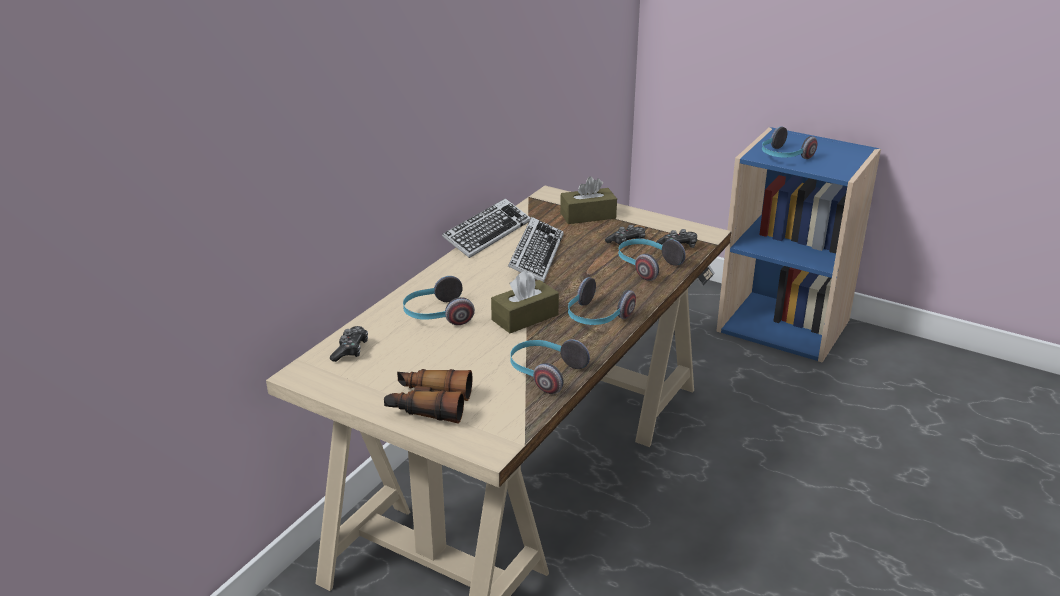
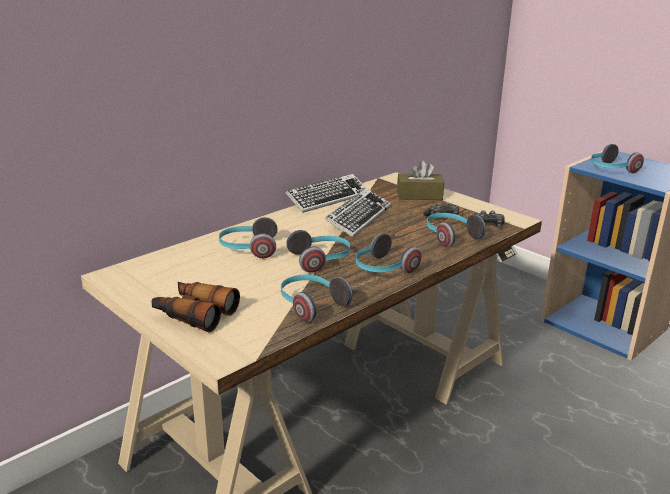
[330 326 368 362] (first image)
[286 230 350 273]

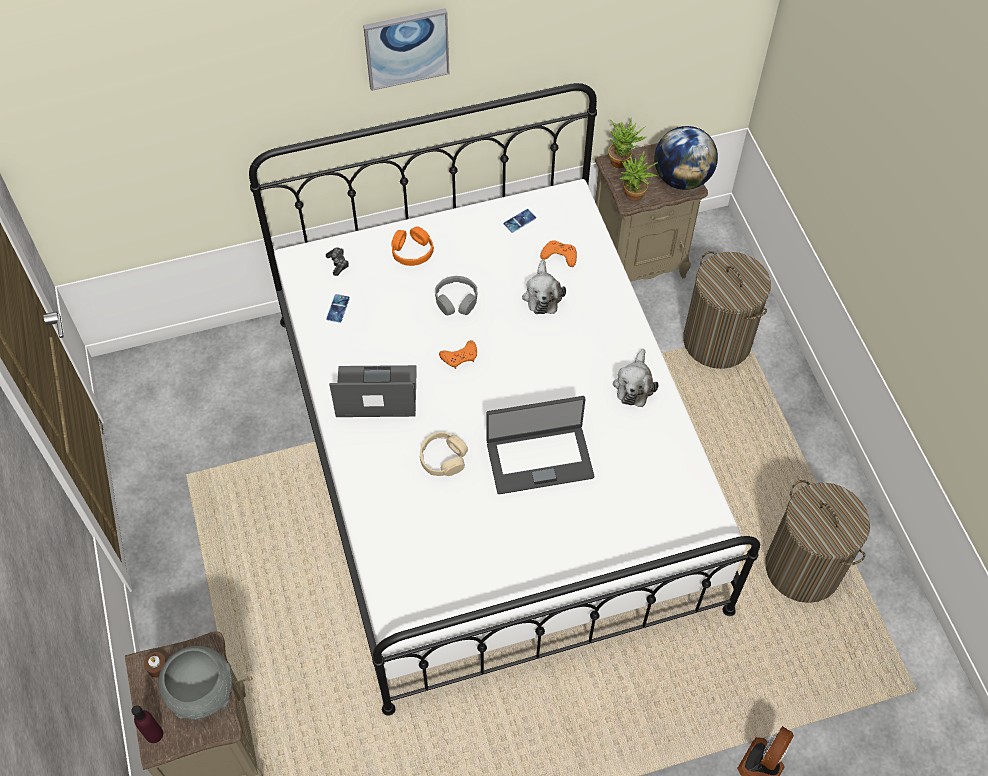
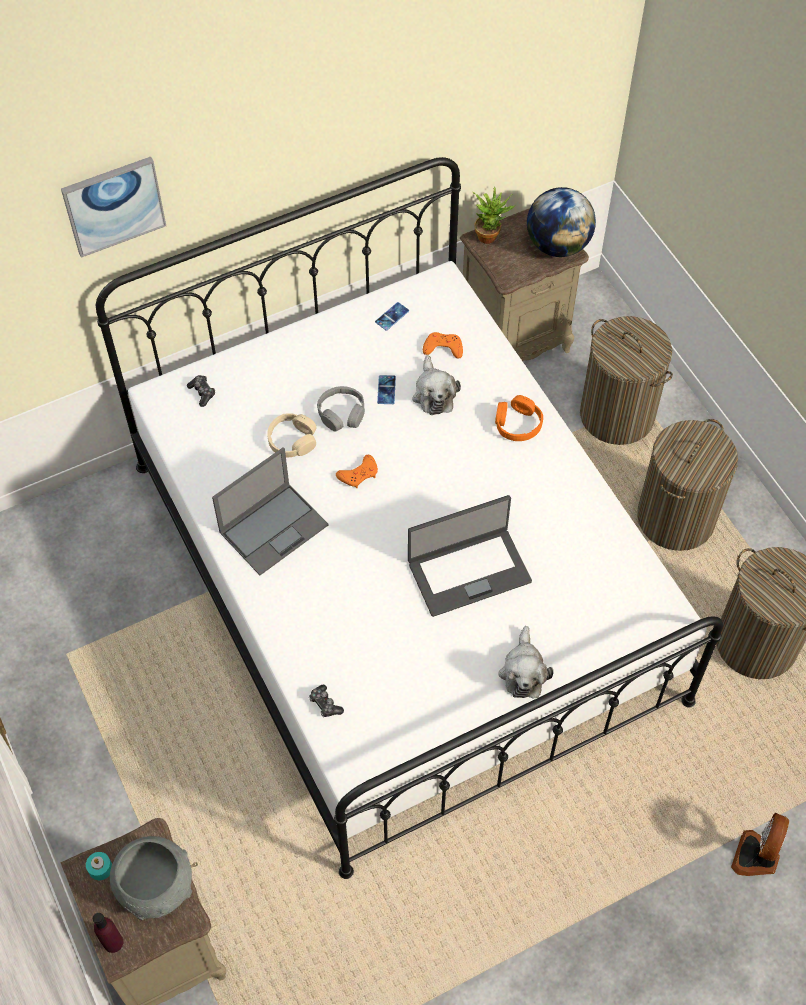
[620 151 658 202] (first image)
[309 685 344 717]
[637 419 738 551]
[377 375 396 404]
[61 157 166 258]
[495 395 543 441]
[267 413 316 457]
[498 626 553 699]
[86 852 112 880]
[212 447 329 575]

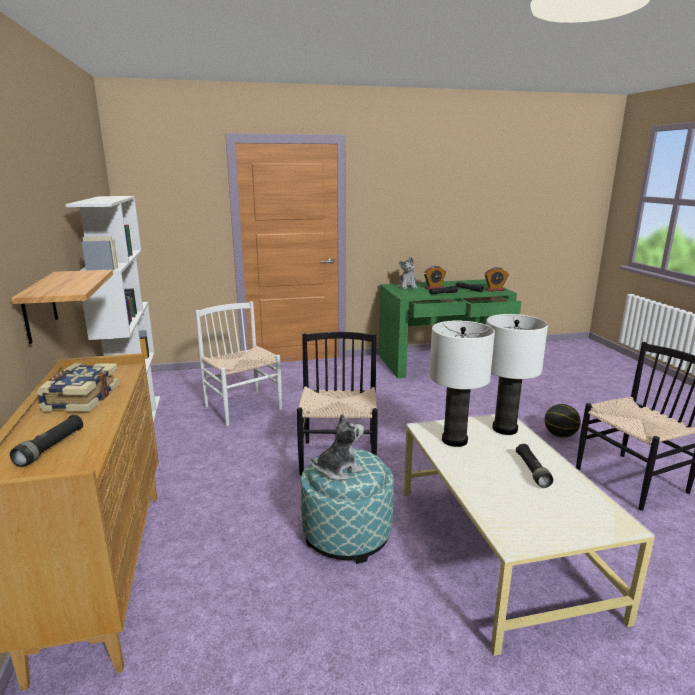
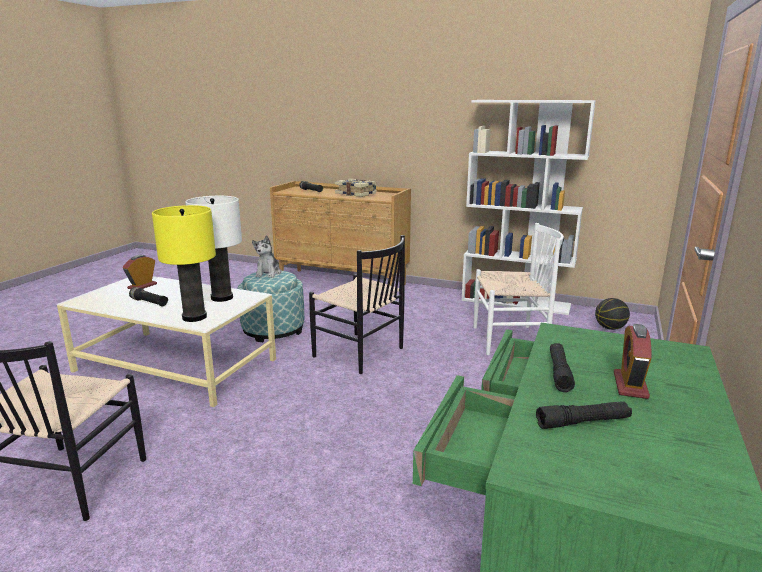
[11 270 113 344] (first image)
[398 257 417 289] (first image)
[123 255 157 289]
[595 298 630 330]
[152 205 216 322]

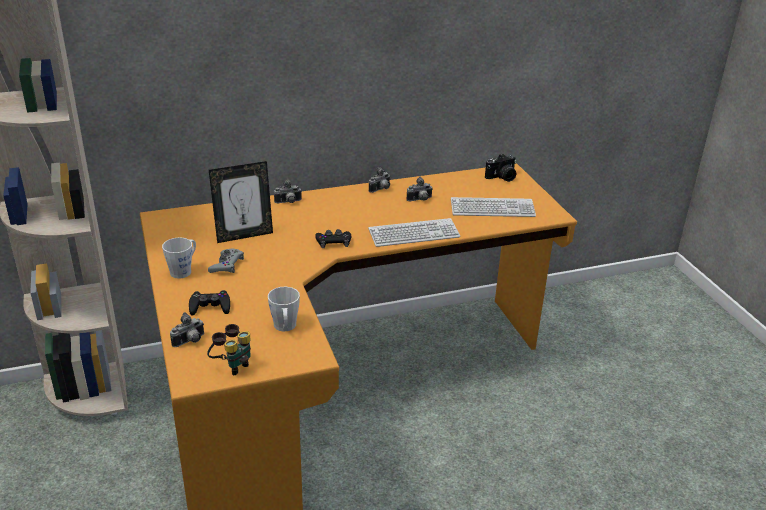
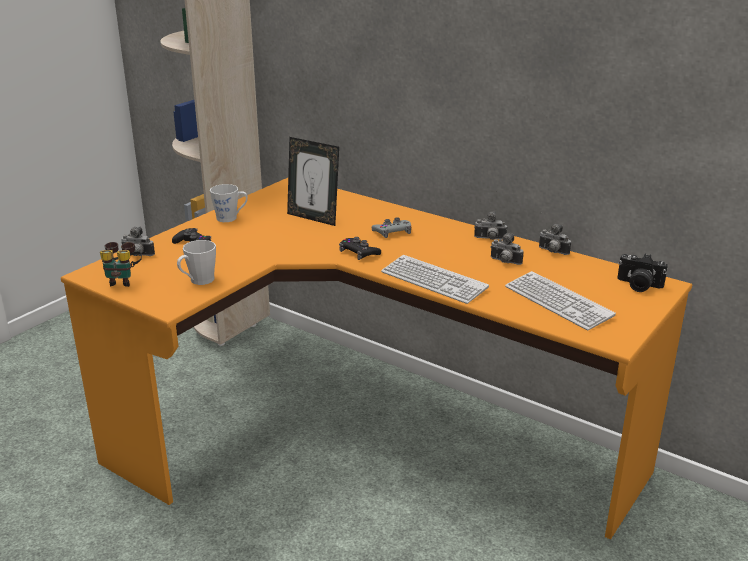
[372 217 411 238]
[539 224 571 255]

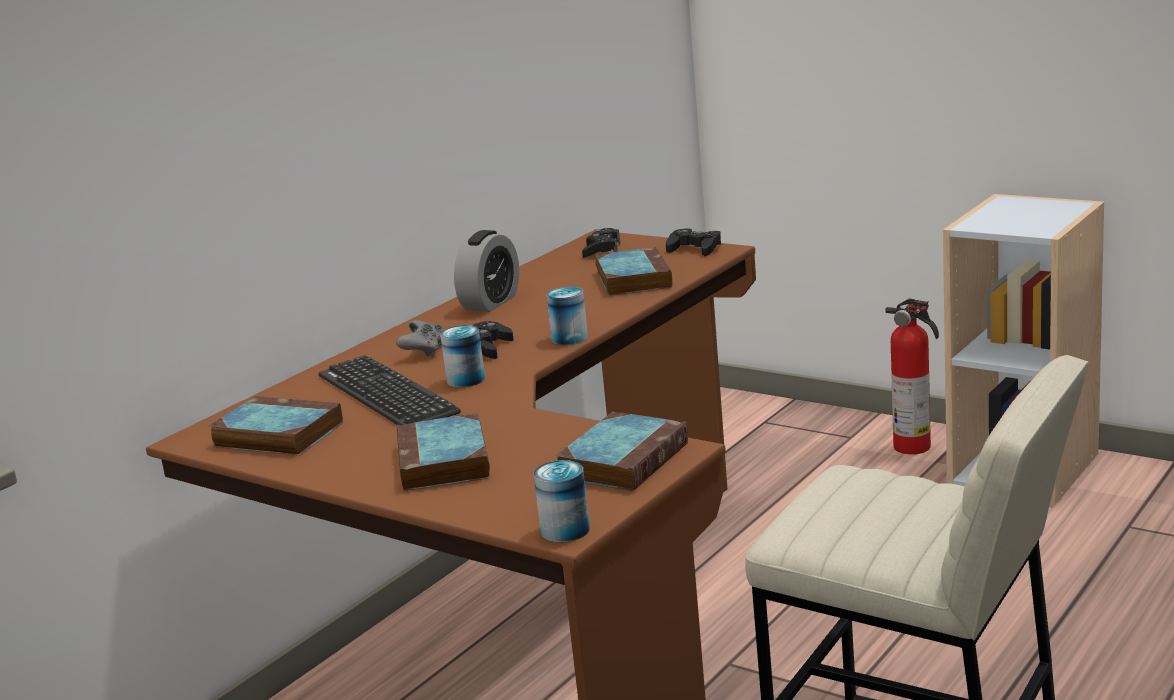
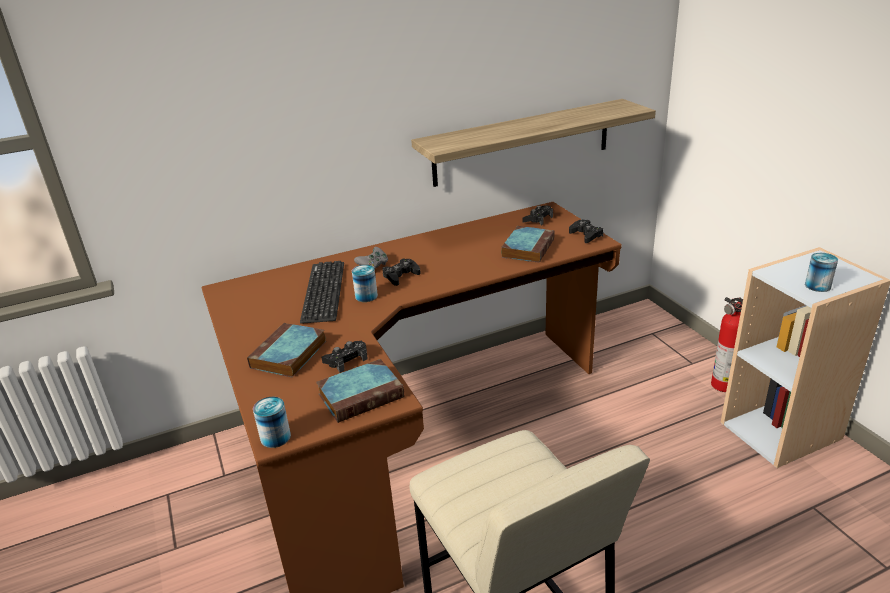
[209 396 343 455] (first image)
[454 230 519 312] (first image)
[321 341 368 373]
[411 99 656 187]
[805 253 838 292]

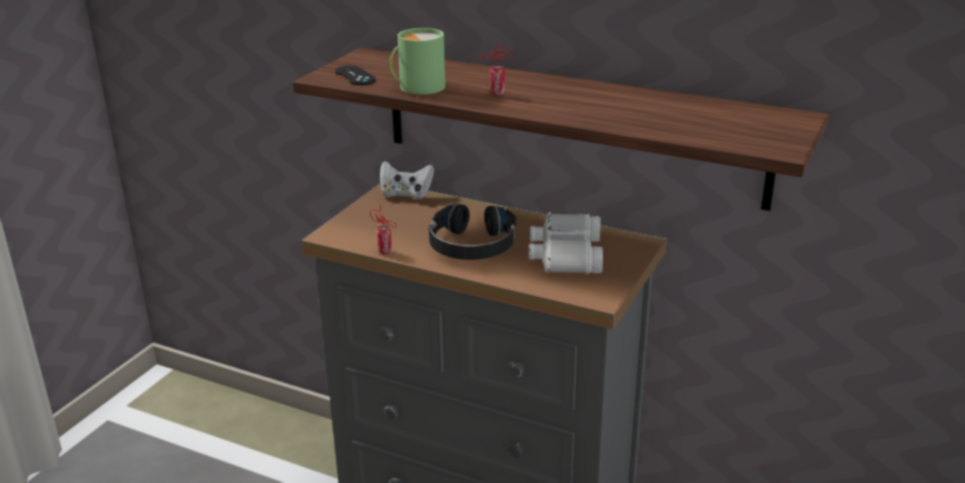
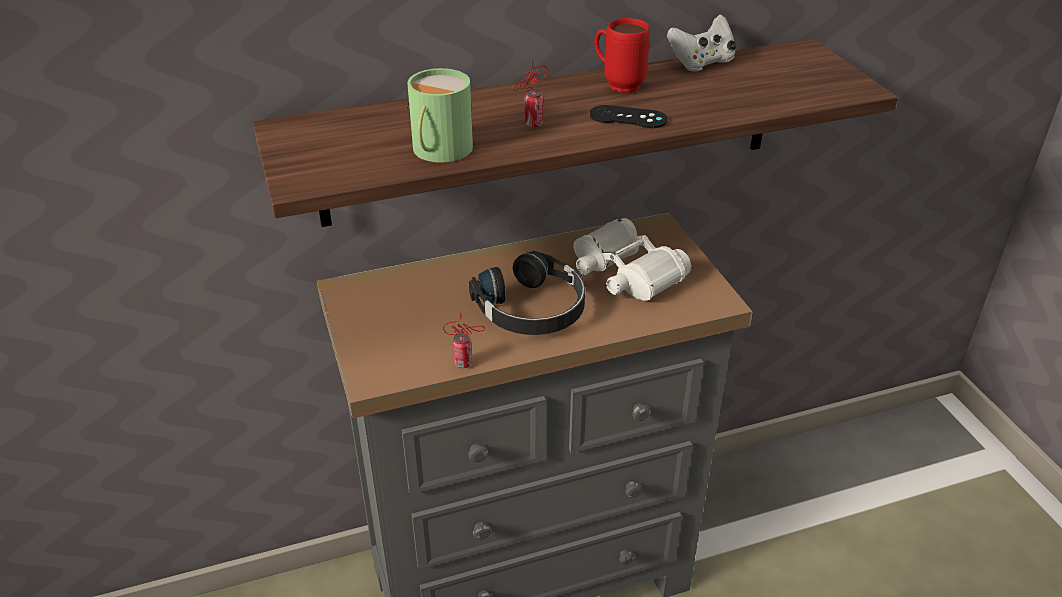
[594 18 650 93]
[589 105 668 128]
[667 14 736 72]

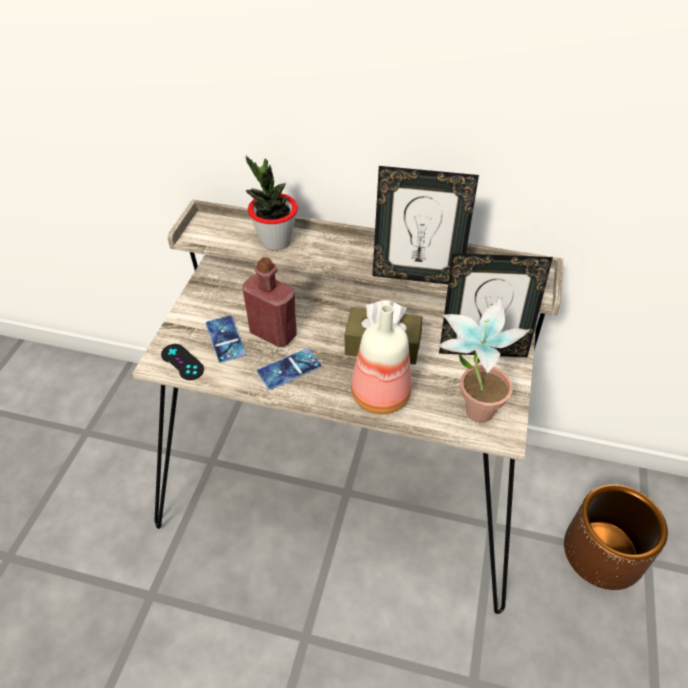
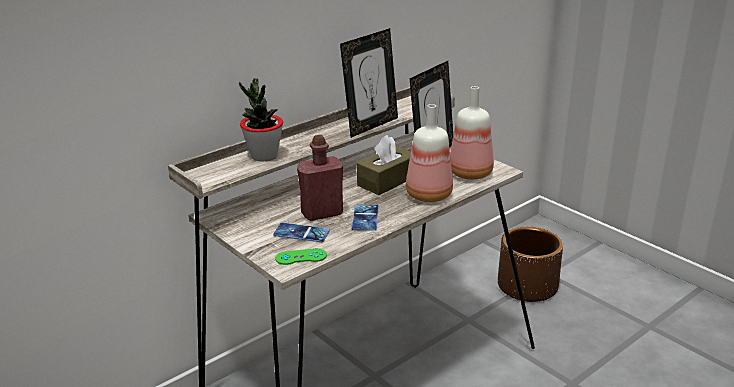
[450 86 494 180]
[275 248 327 265]

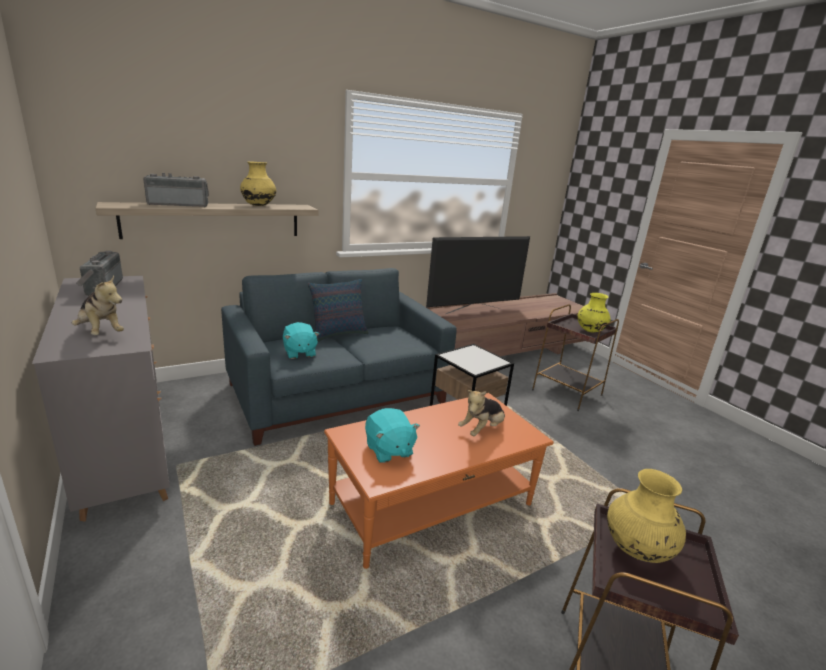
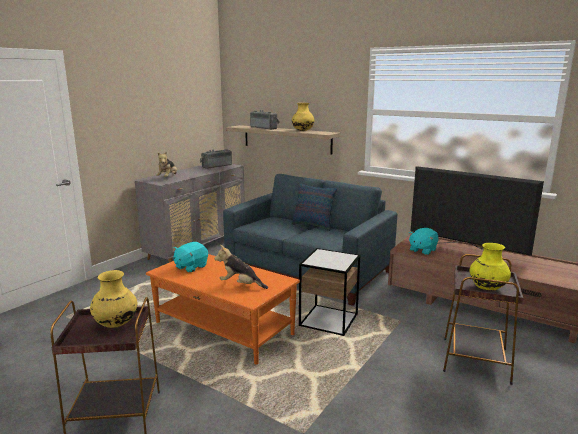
[409 228 438 255]

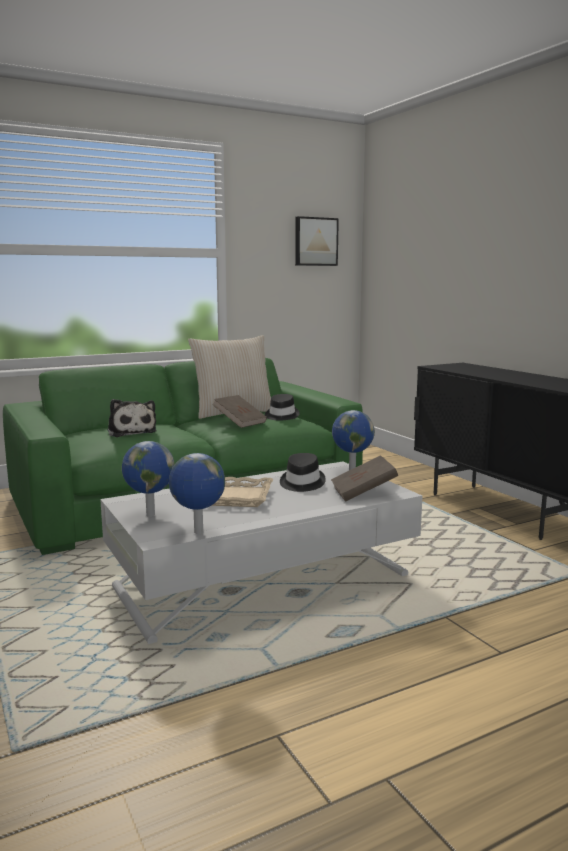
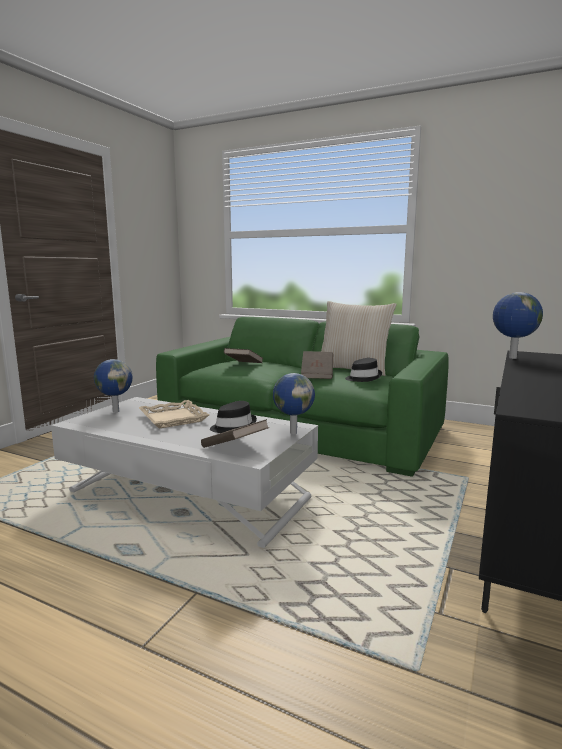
[295 216 339 266] (first image)
[493 292 543 359]
[224 348 263 363]

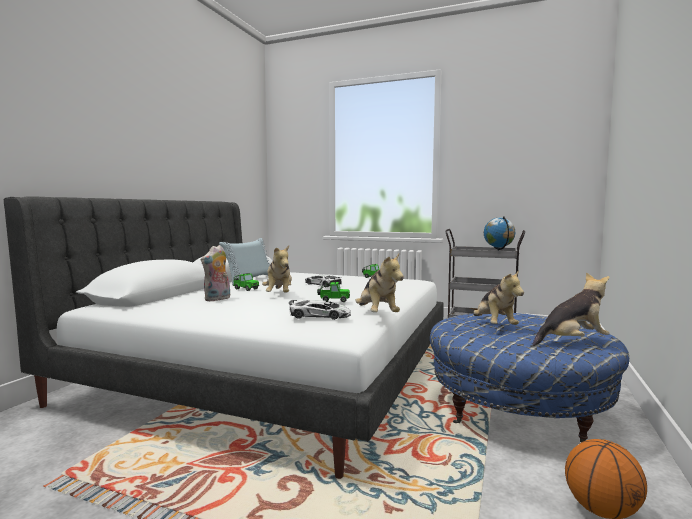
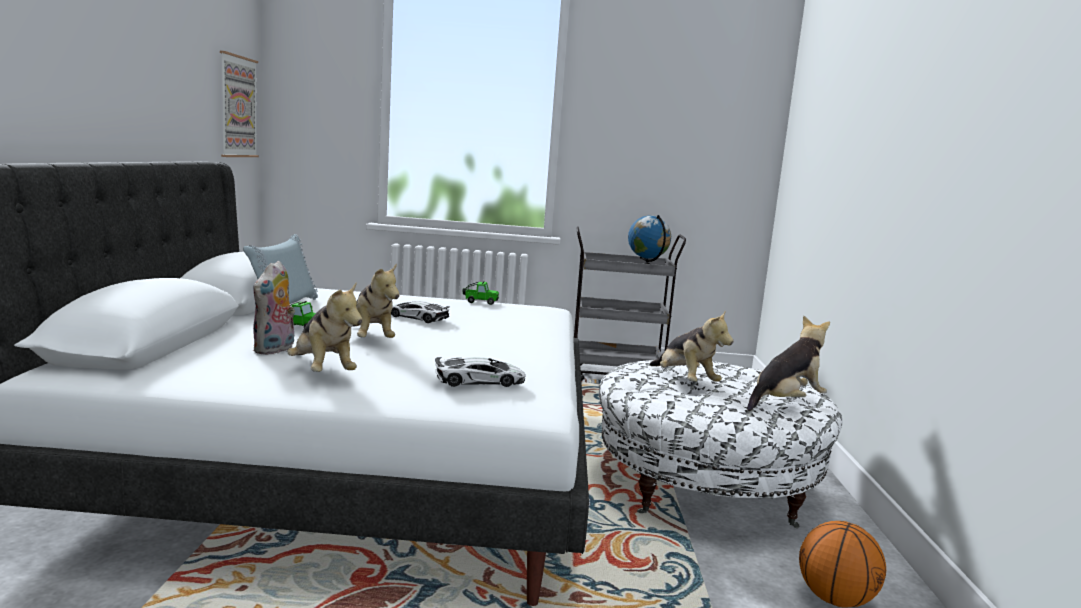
[317 282 350 302] (first image)
[220 51 259 157]
[287 283 362 372]
[599 360 843 528]

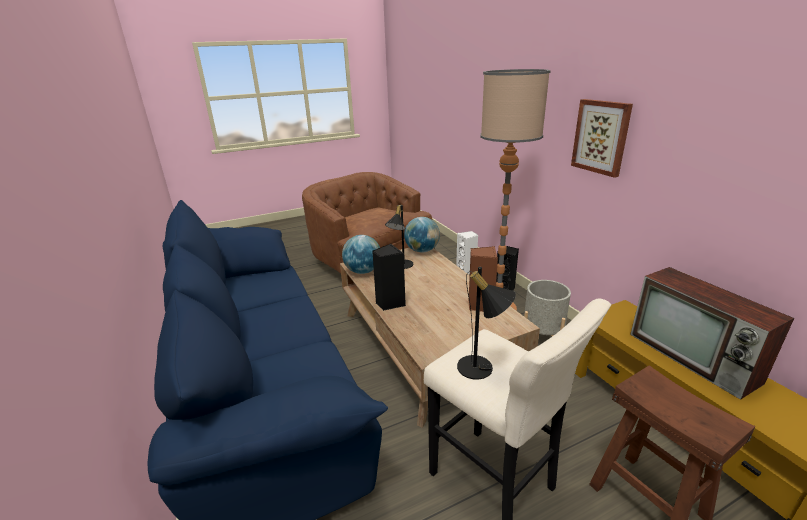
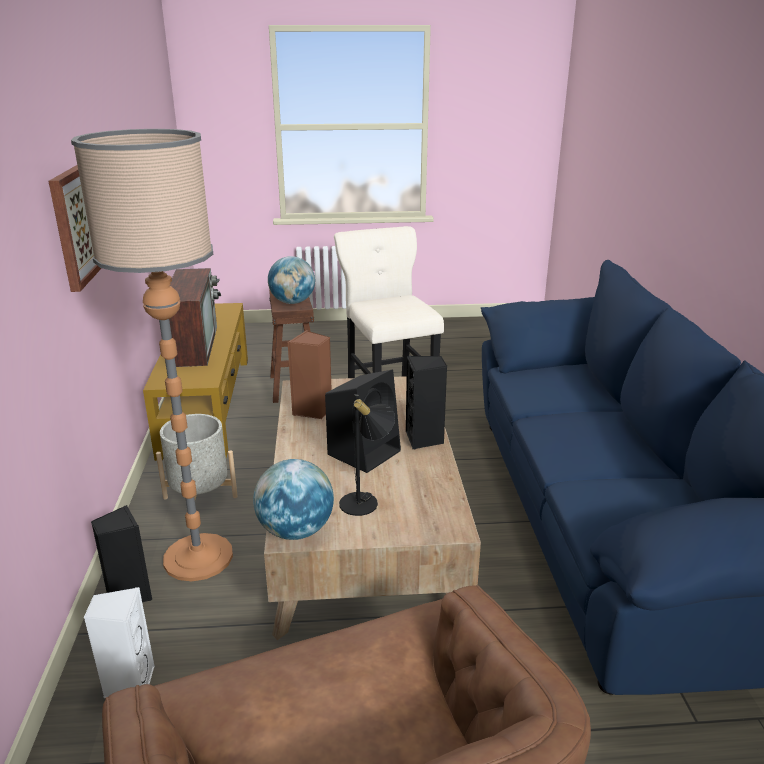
[457 267 516 380] (first image)
[325 370 401 473]
[268 256 315 304]

